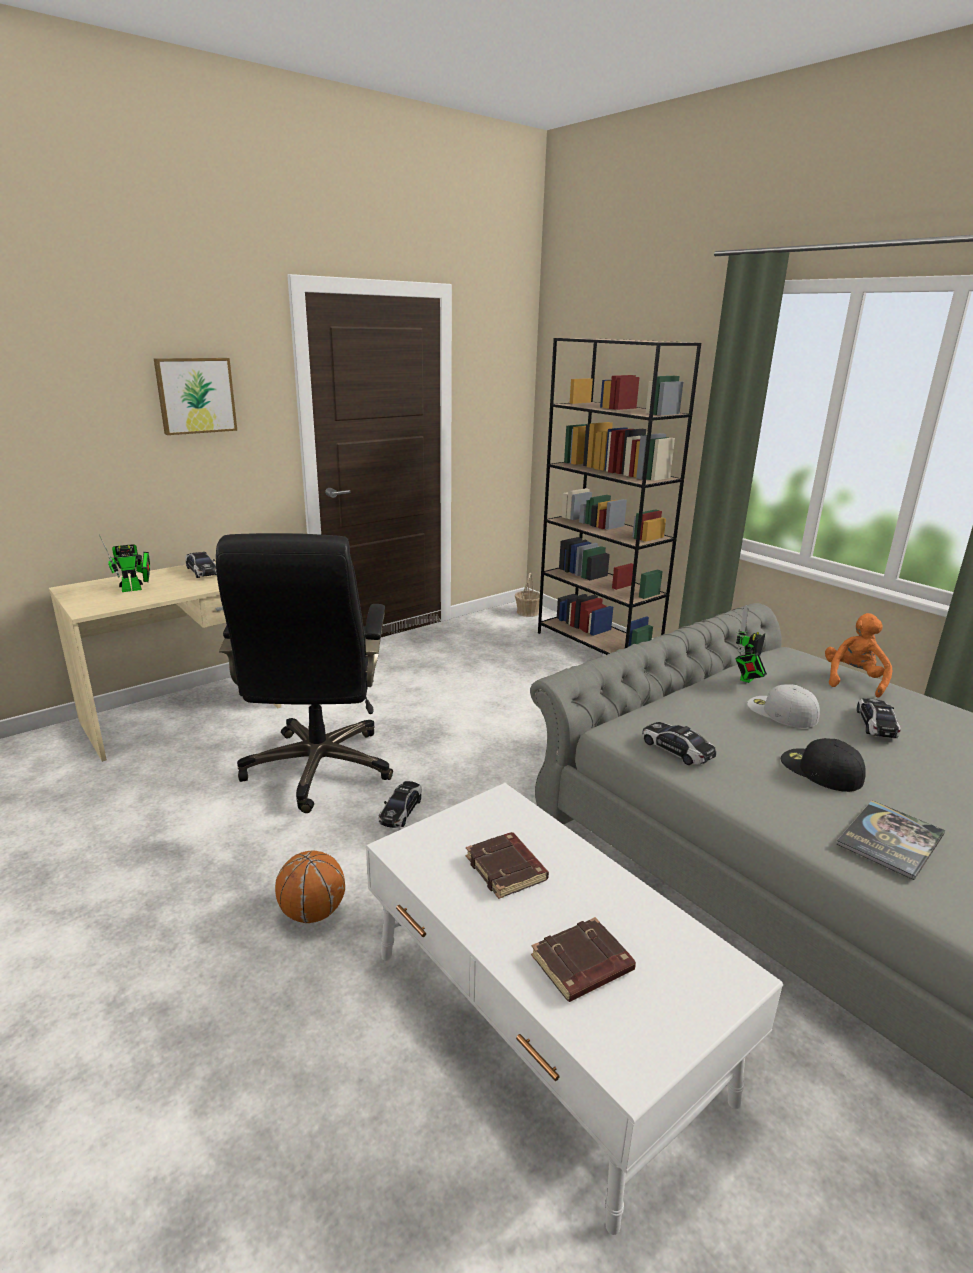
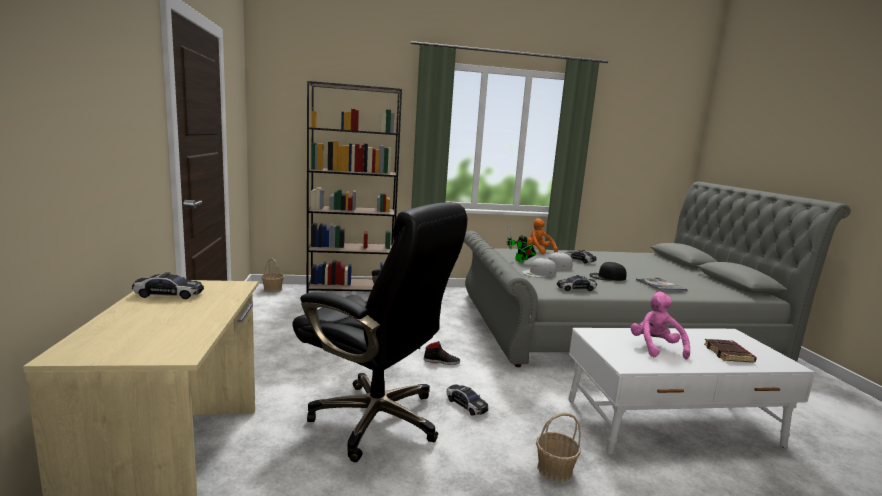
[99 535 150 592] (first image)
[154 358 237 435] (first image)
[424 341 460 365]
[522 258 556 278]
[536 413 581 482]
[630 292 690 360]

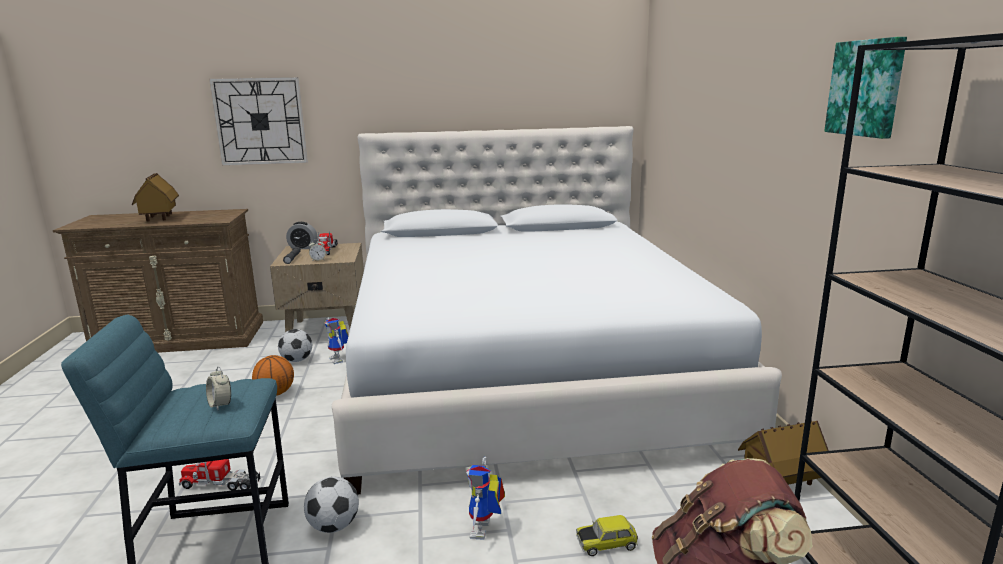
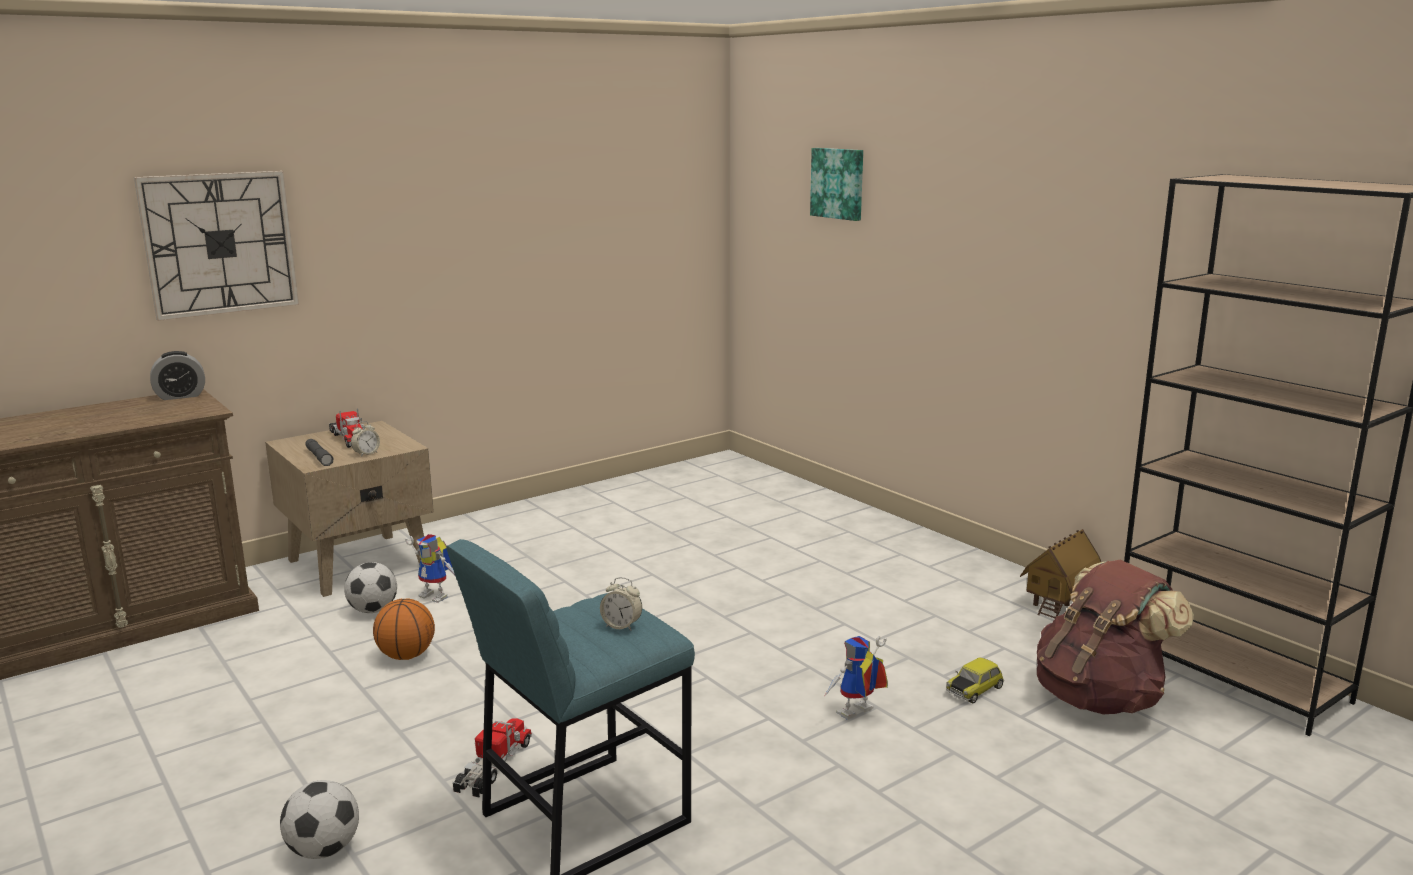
[132 173 179 222] (first image)
[332 126 782 494] (first image)
[150 351 205 400]
[280 780 359 859]
[810 148 863 221]
[452 718 532 798]
[824 636 888 720]

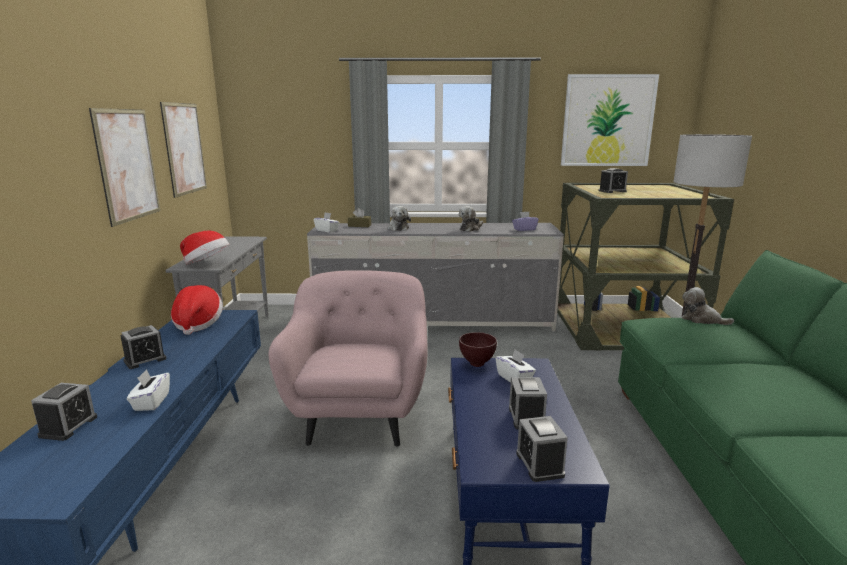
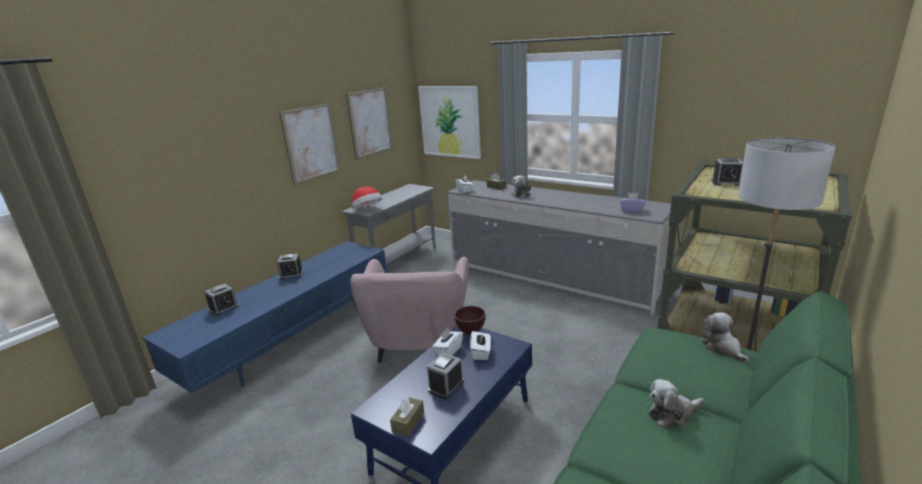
[171 285 223 335] (first image)
[433 328 463 356]
[649 379 704 427]
[418 86 481 159]
[390 396 424 436]
[350 257 469 363]

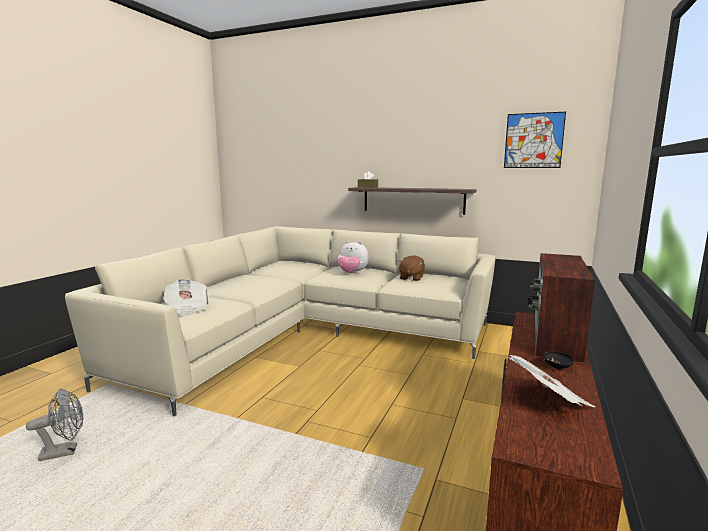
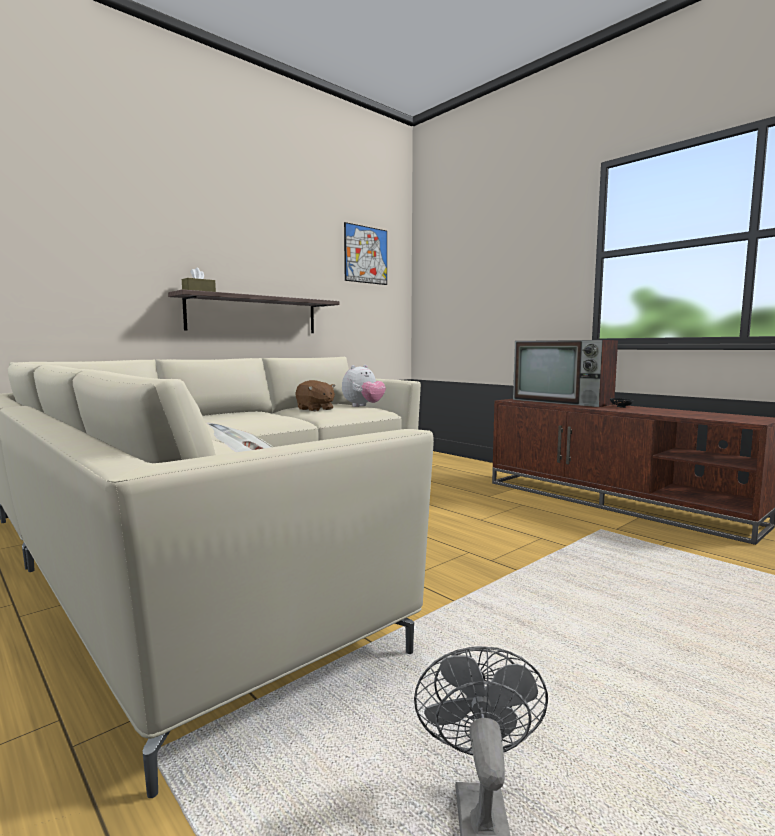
[508 355 595 407] (first image)
[342 365 386 407]

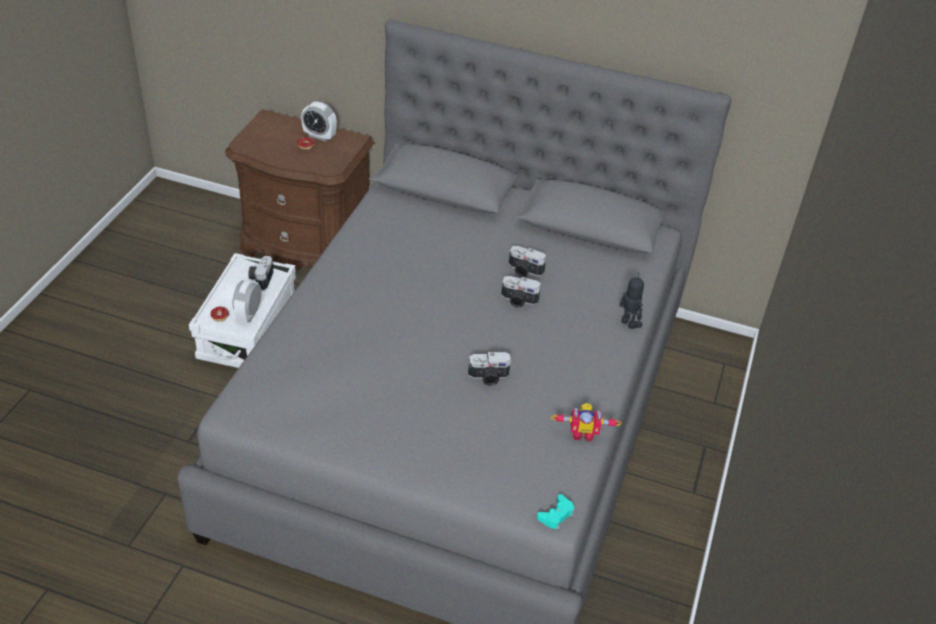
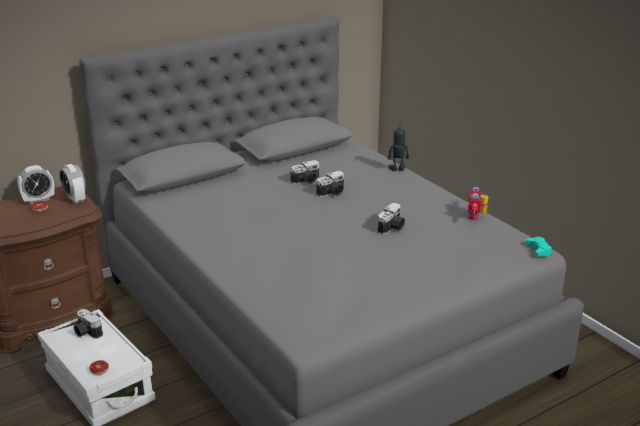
[59 164 86 204]
[468 187 488 220]

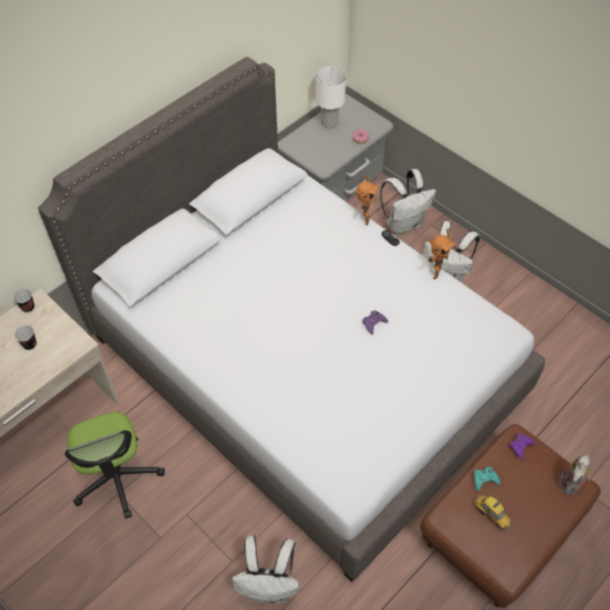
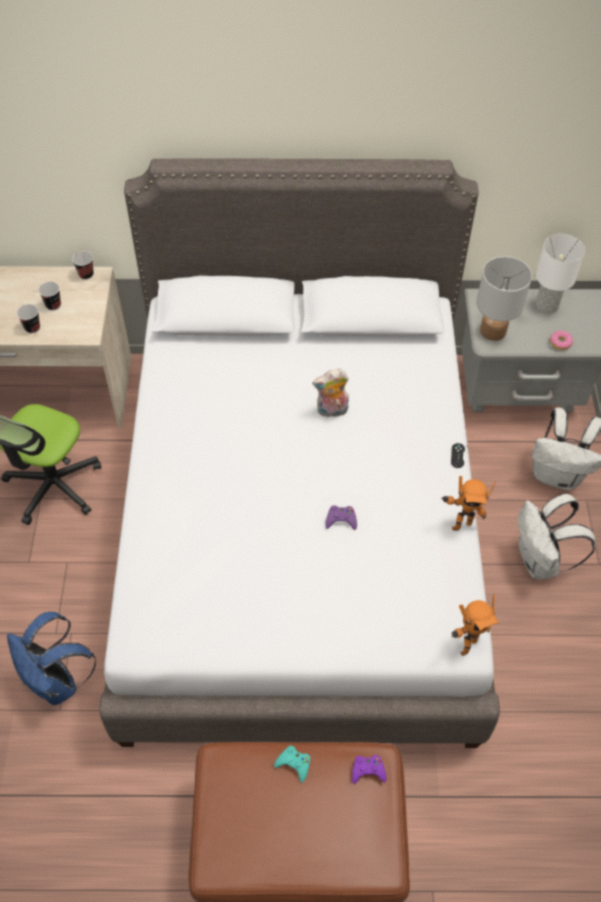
[474 494 512 530] (first image)
[17 304 40 333]
[476 256 532 341]
[452 594 499 656]
[312 368 349 418]
[7 612 96 705]

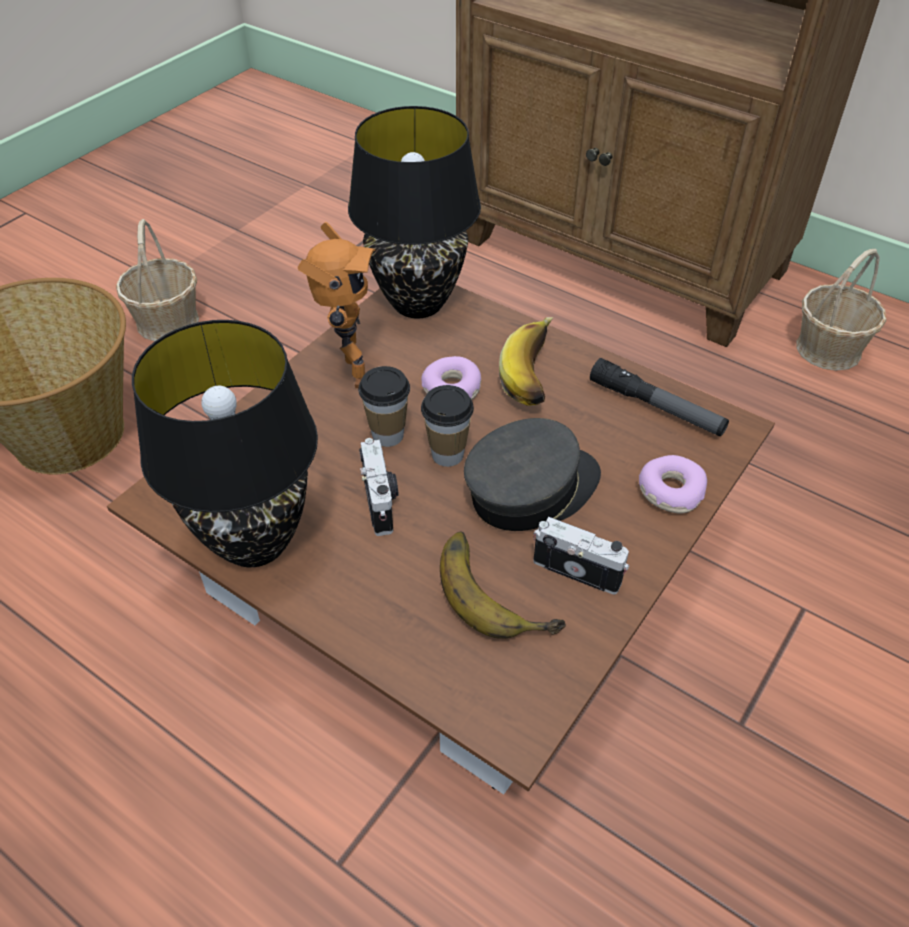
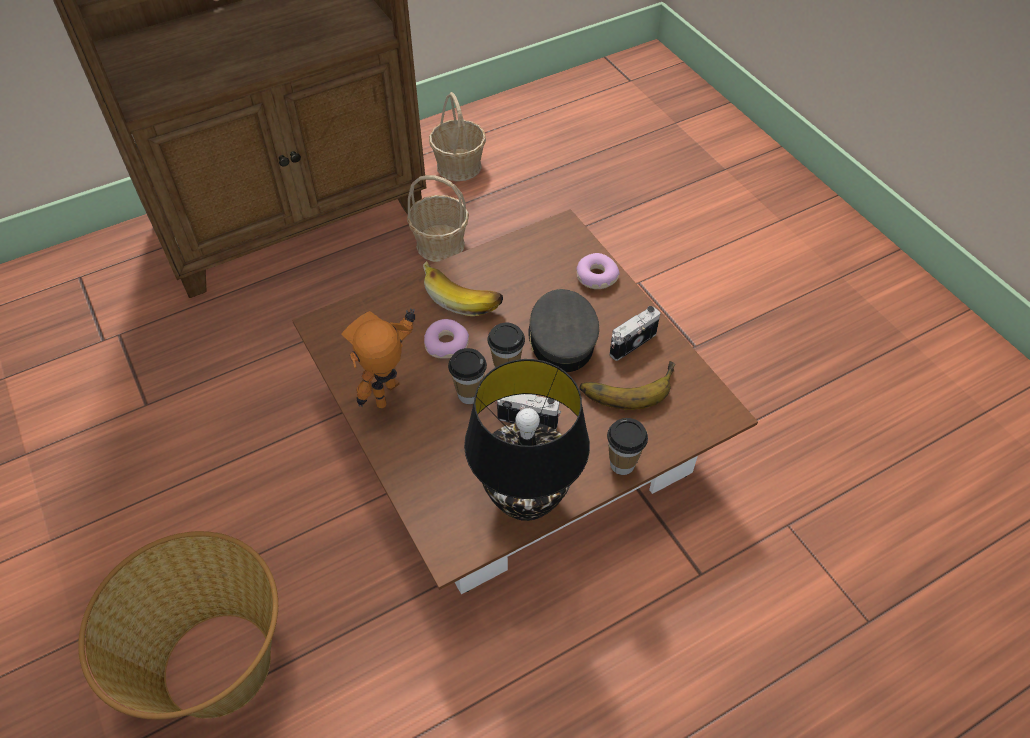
[348 106 481 319] (first image)
[590 358 729 436] (first image)
[607 418 648 475]
[407 175 469 262]
[342 308 415 408]

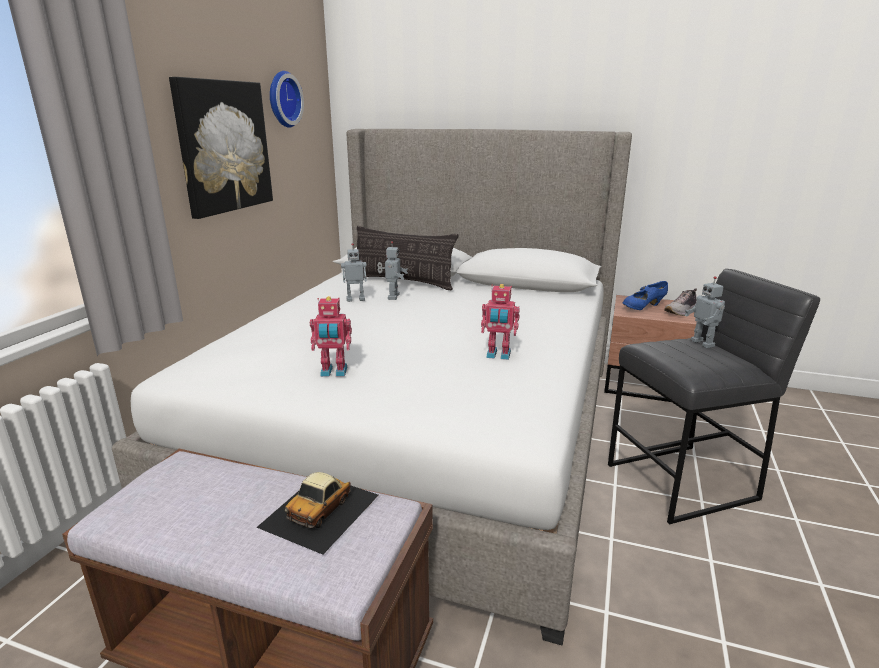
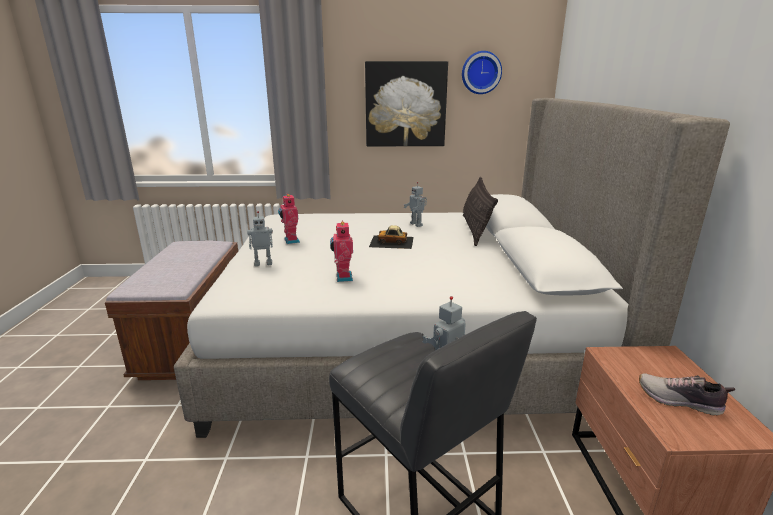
[623 281 668 310] (first image)
[369 225 414 249]
[247 211 273 266]

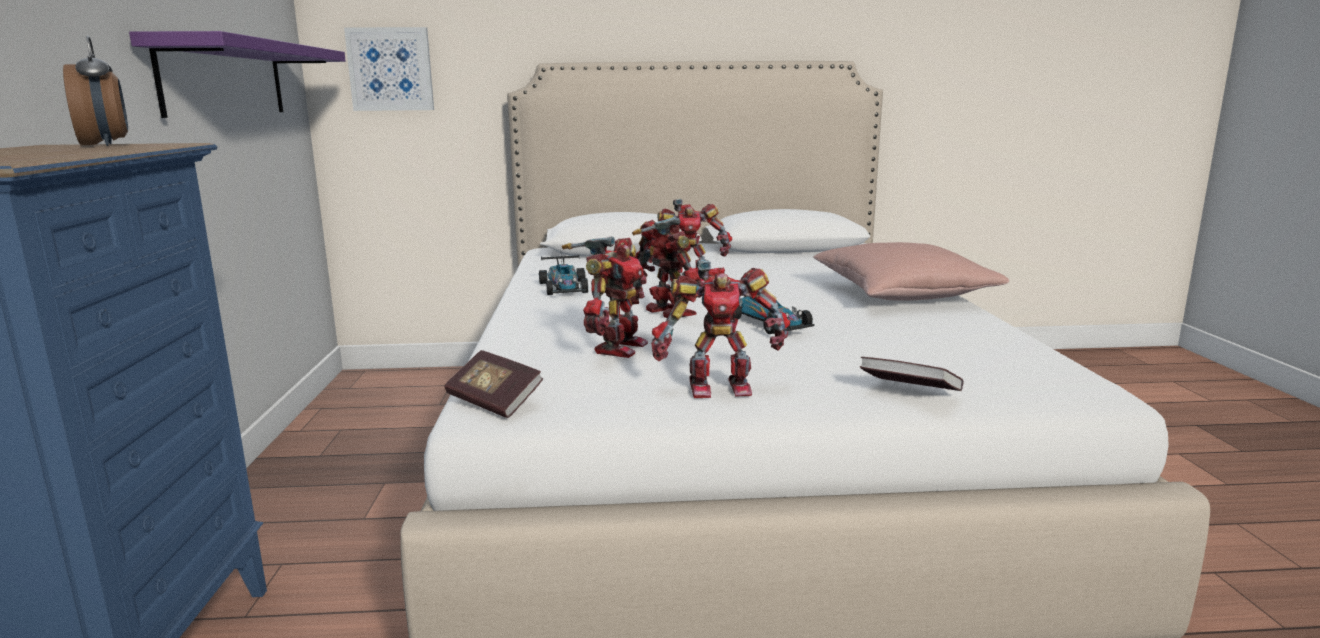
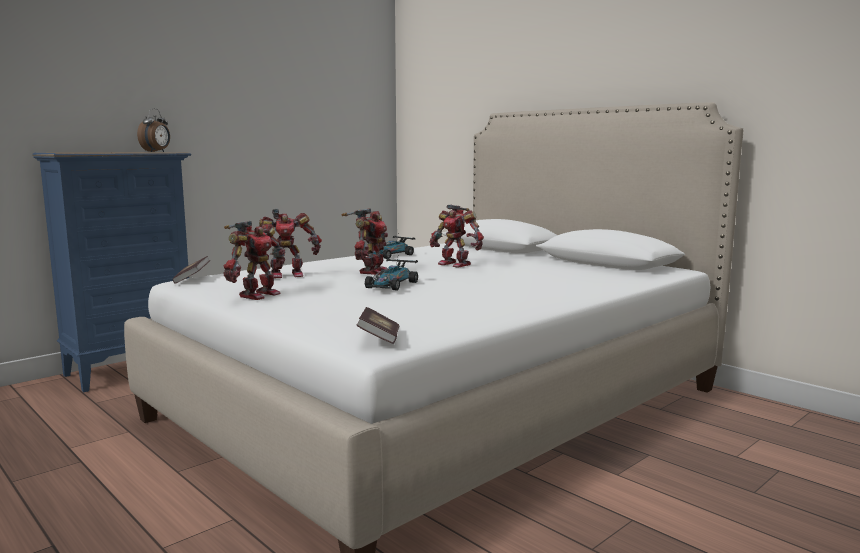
[129 31 346 118] (first image)
[344 27 434 111] (first image)
[813 242 1009 301] (first image)
[356 307 399 344]
[223 220 286 300]

